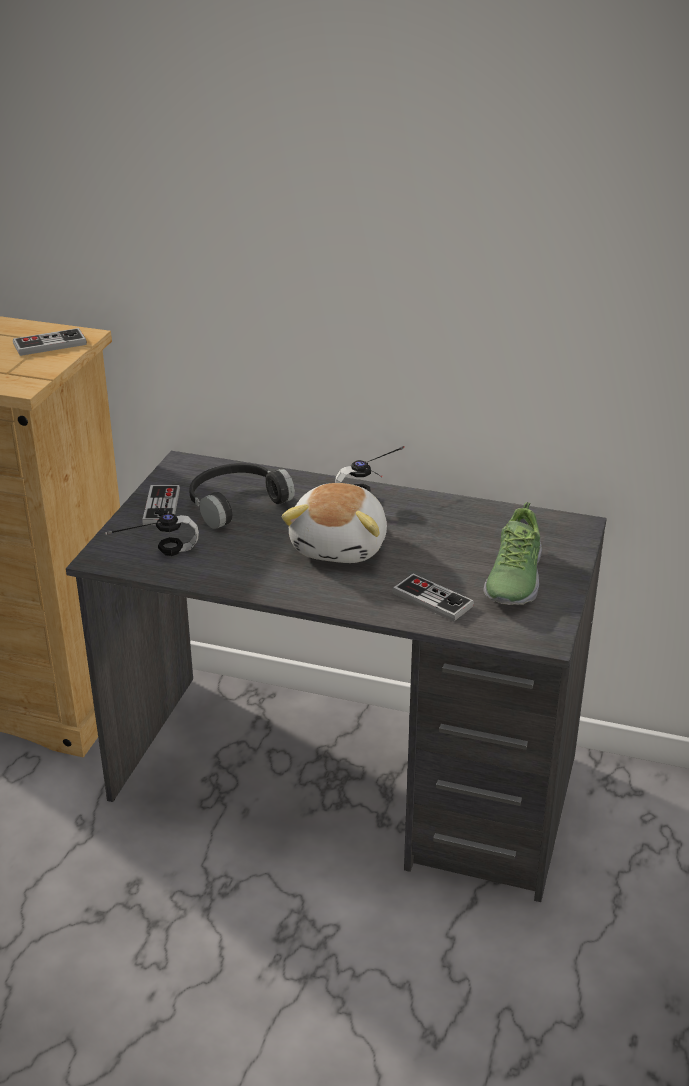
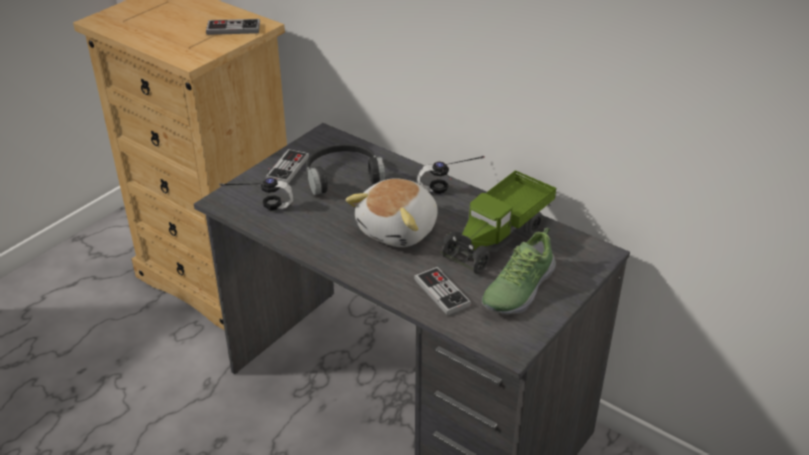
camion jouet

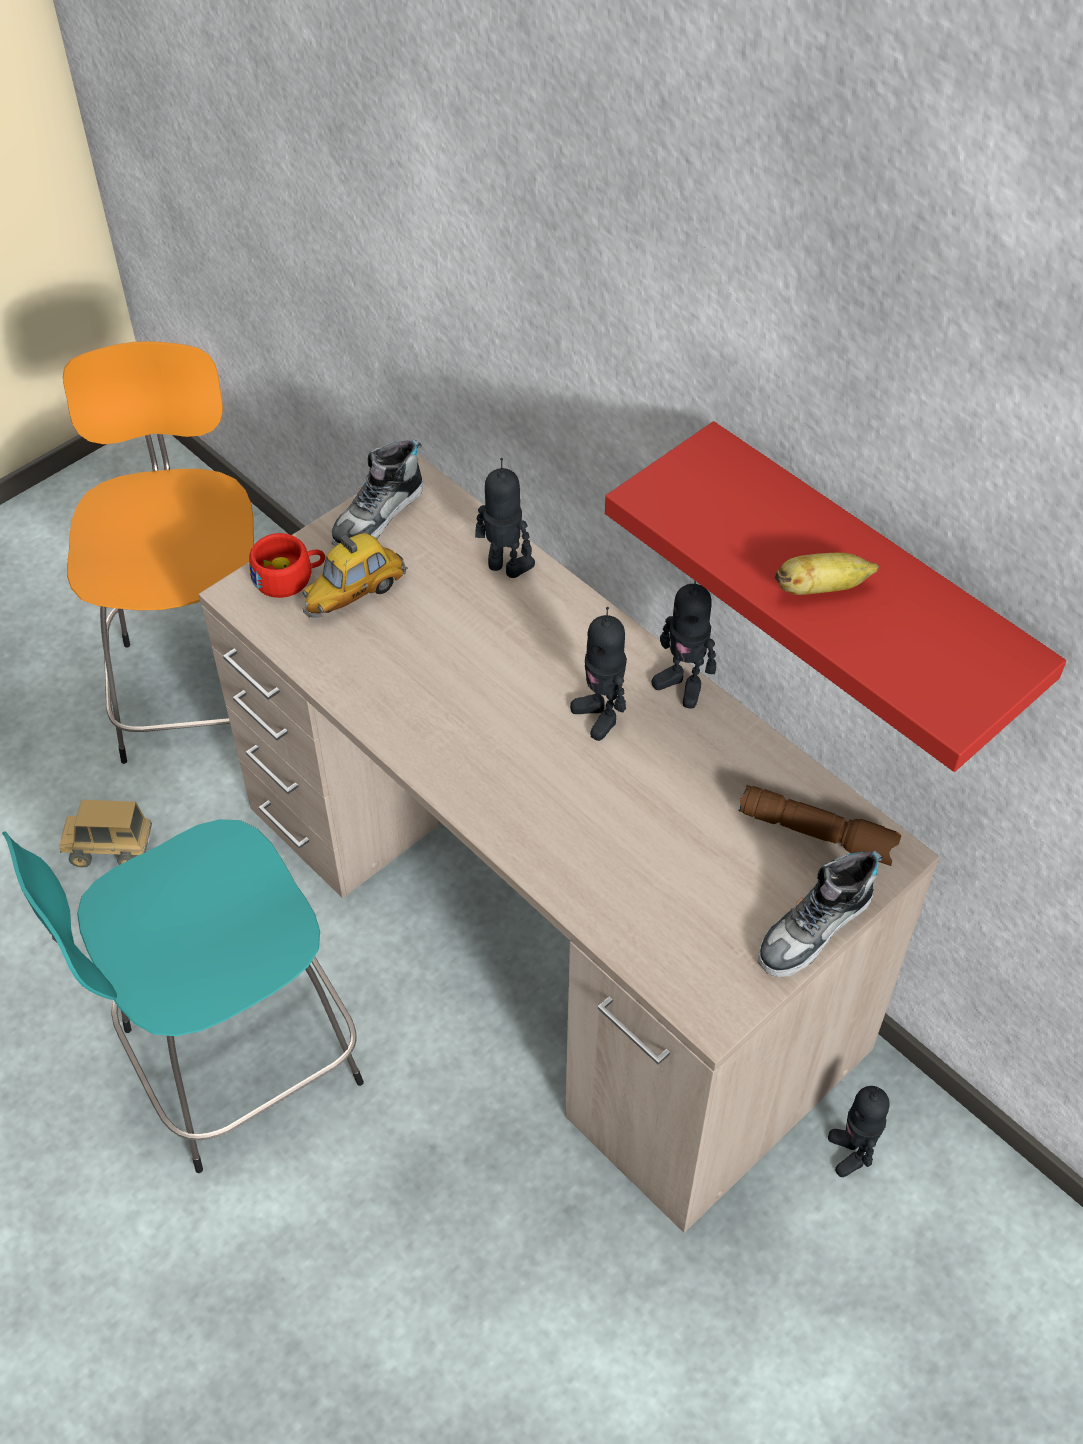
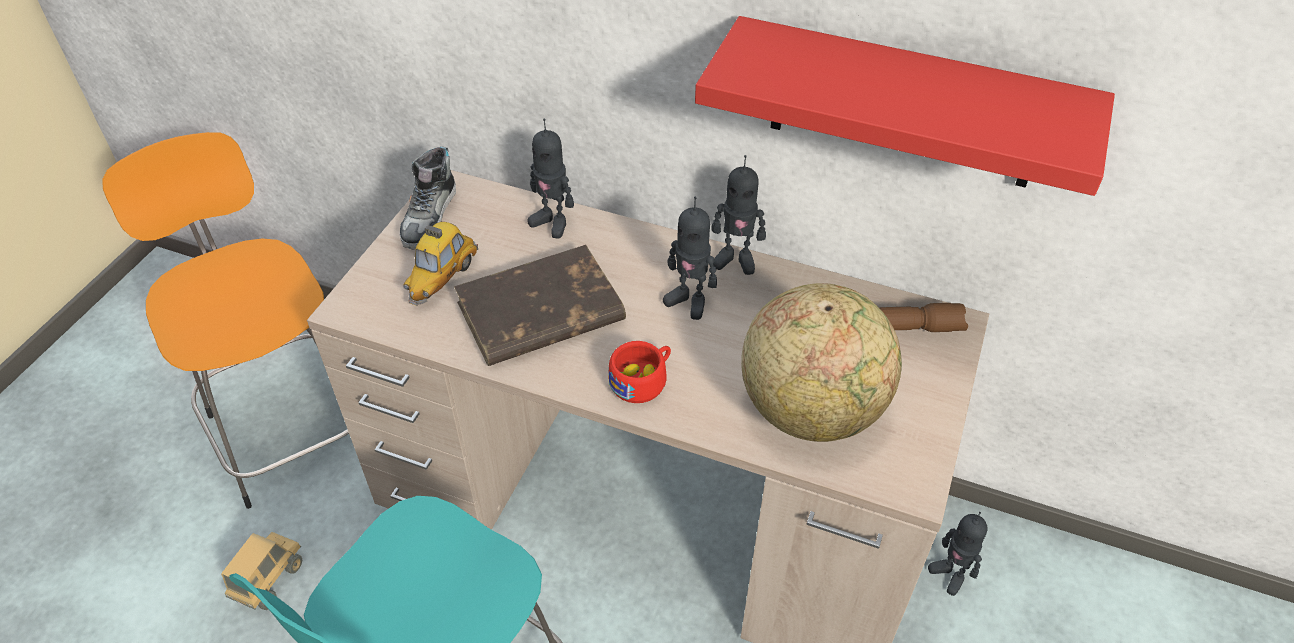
camion jouet
livre [marron]
robot jouet (1st from left)
tasse [rouge]
globe
chaussure (2nd from left in the first image)
banane

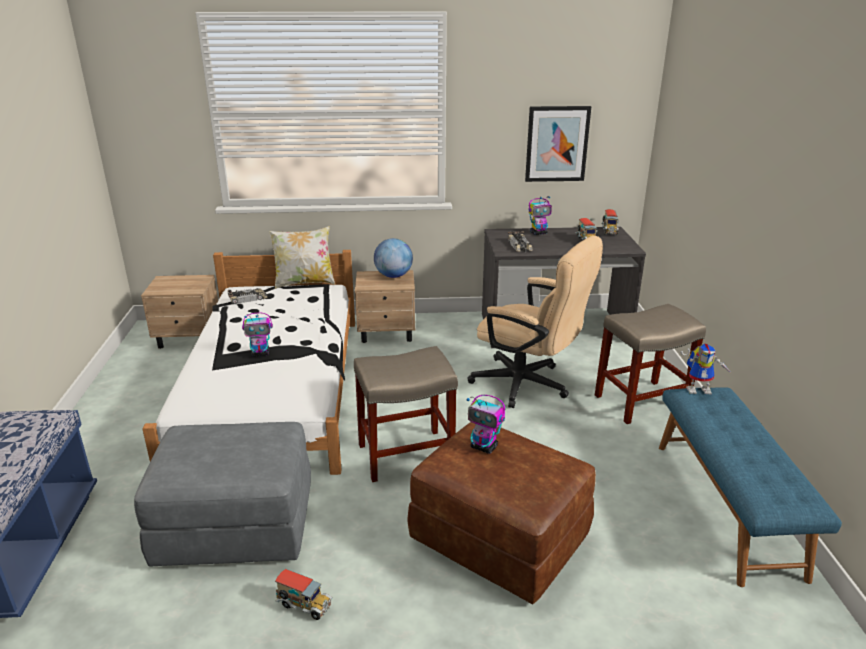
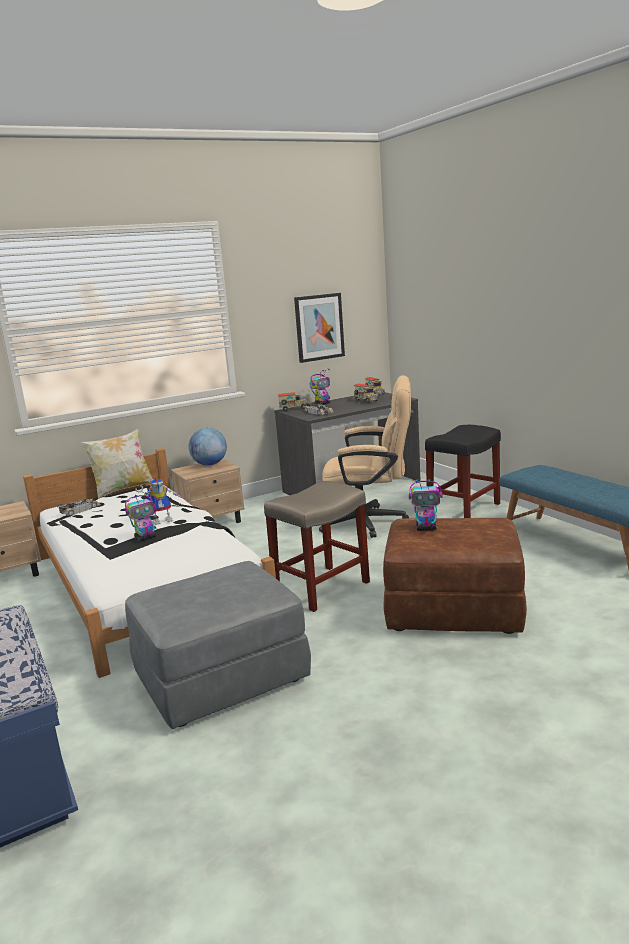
robot jouet (2nd from left)
camion jouet (1st from left)
tabouret [noir]

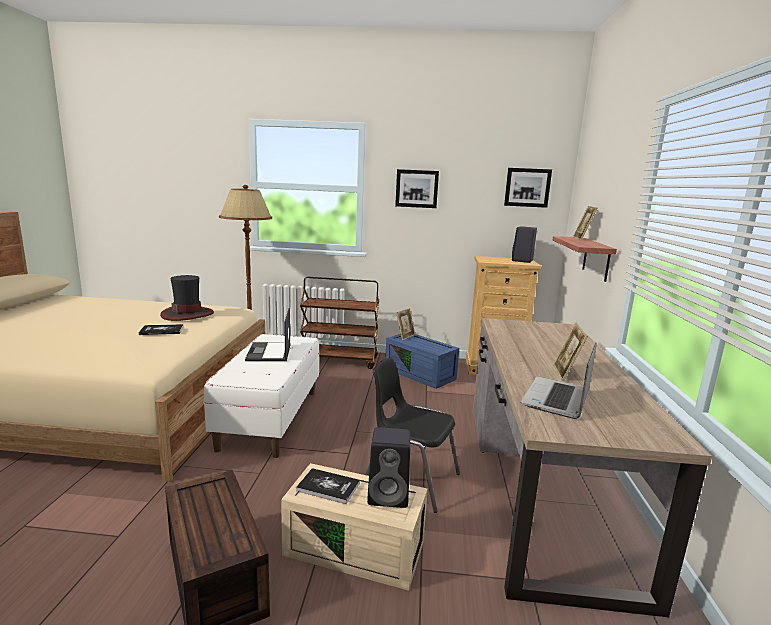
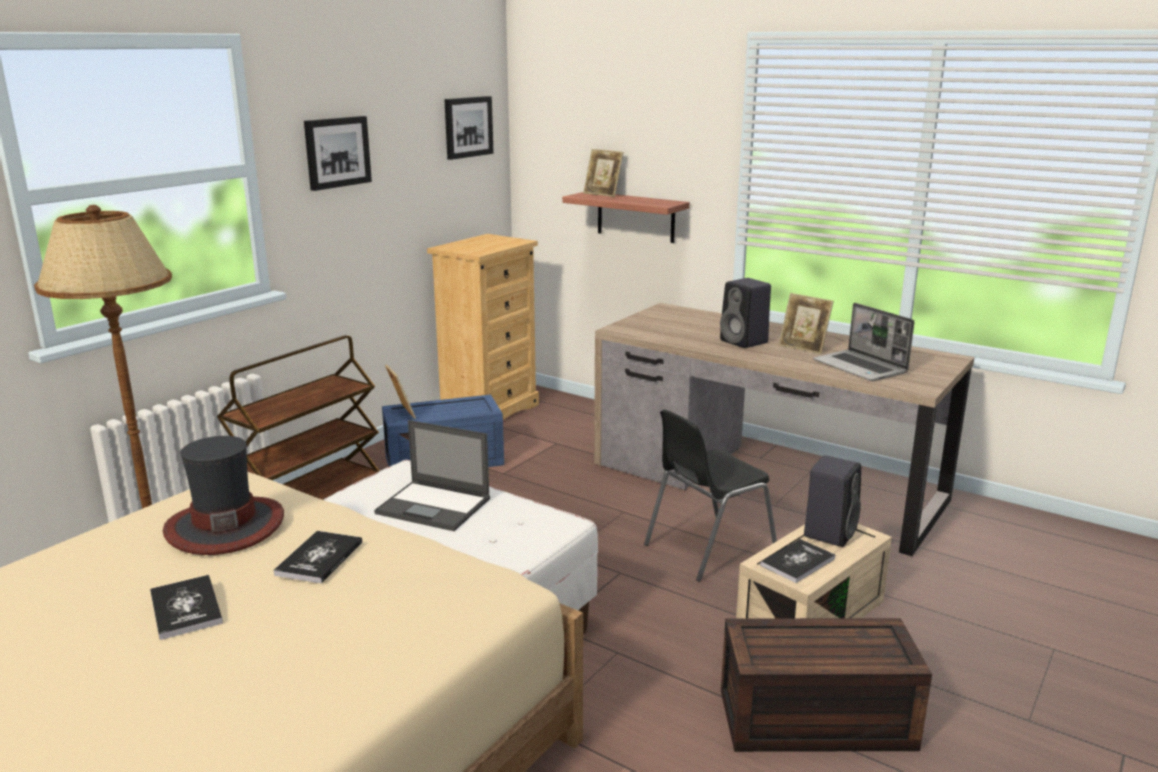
livre (1st from left)
enceinte [noir] (1st from left)

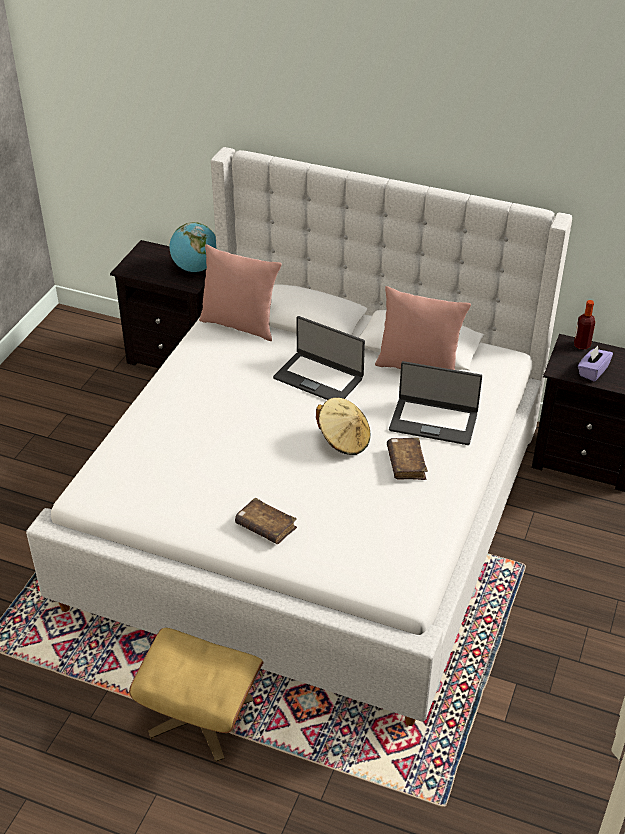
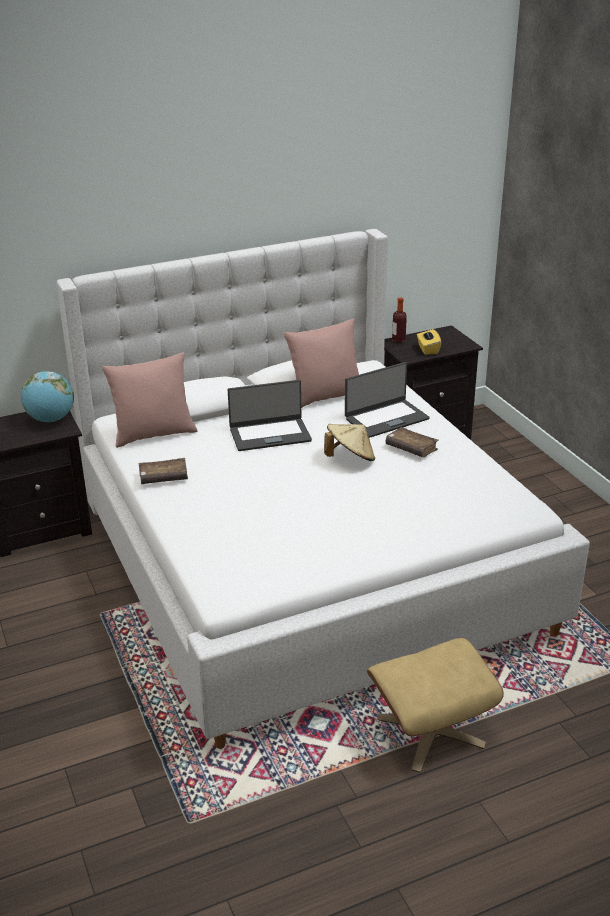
livre [marron] (1st from left)
boîte à mouchoirs [jaune]

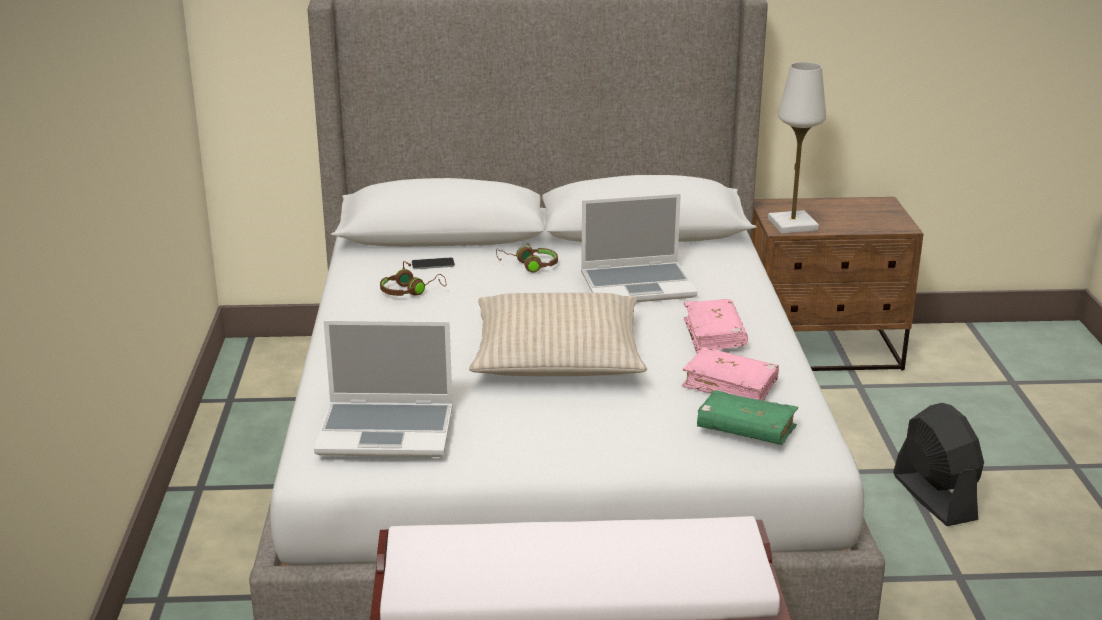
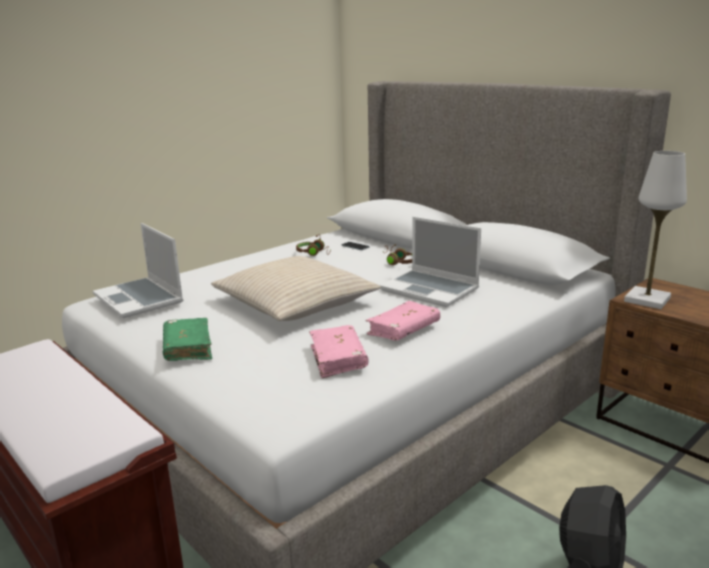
livre [vert]

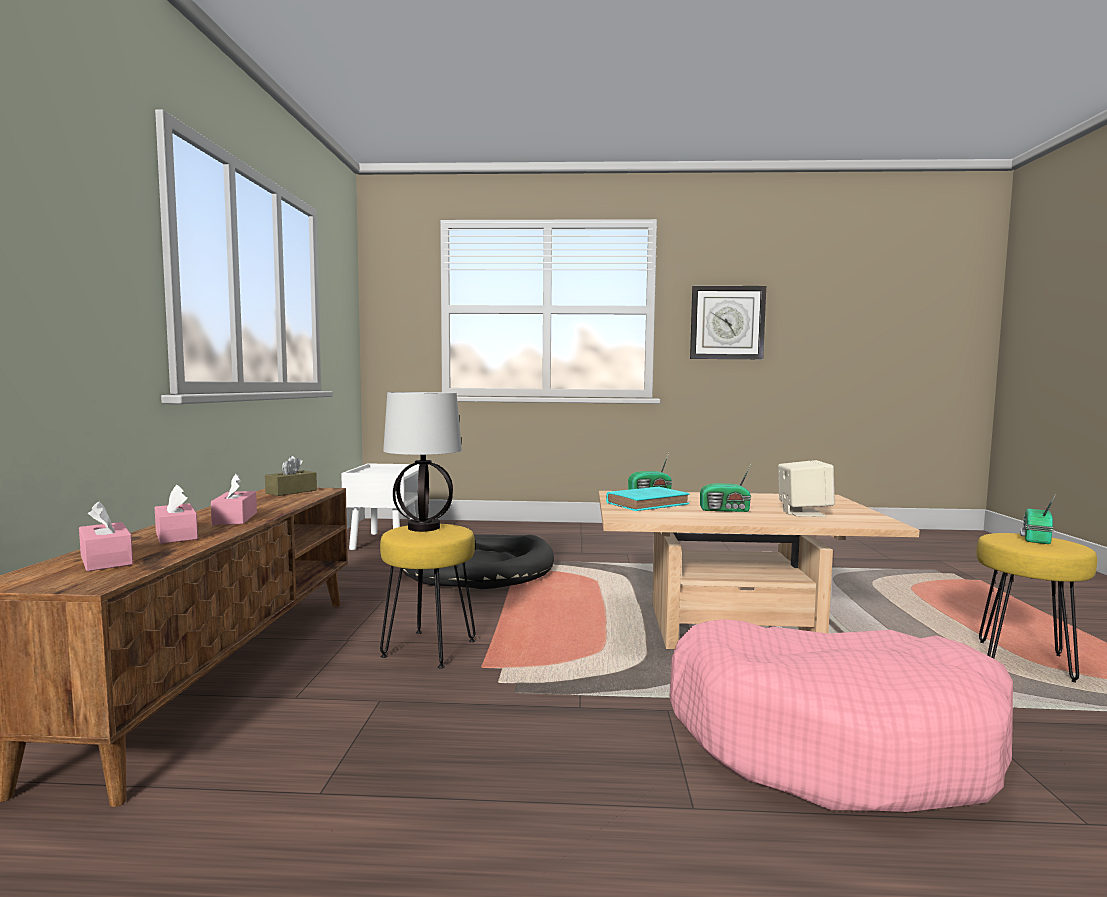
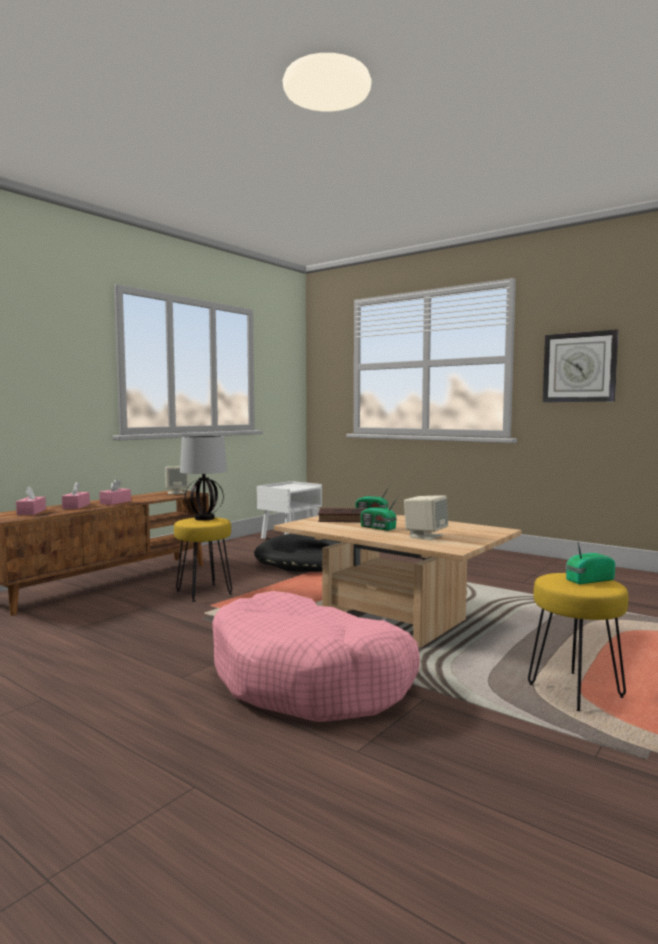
enceinte [beige] (1st from left)
livre [marron]

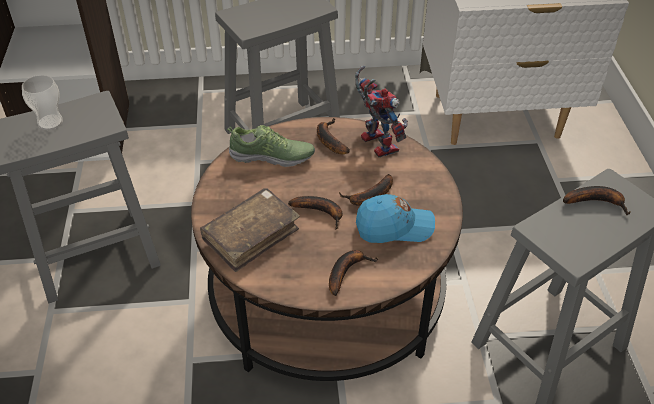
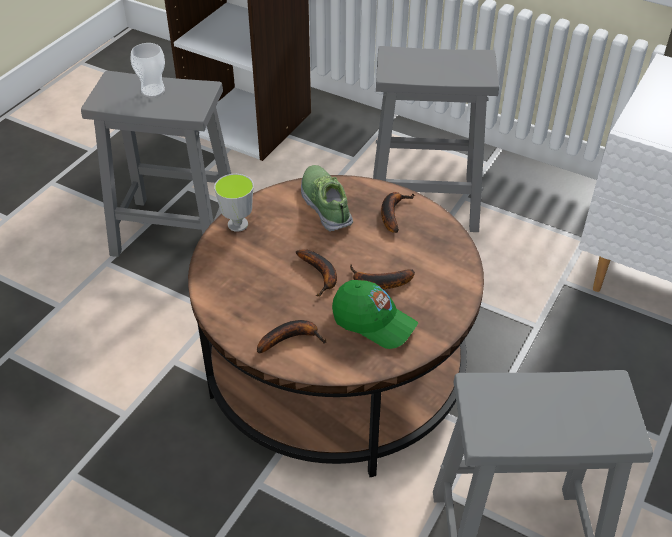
tasse (2nd from left)
chaussure
casquette [vert]
livre [marron]
robot jouet
banane (5th from left in the first image)

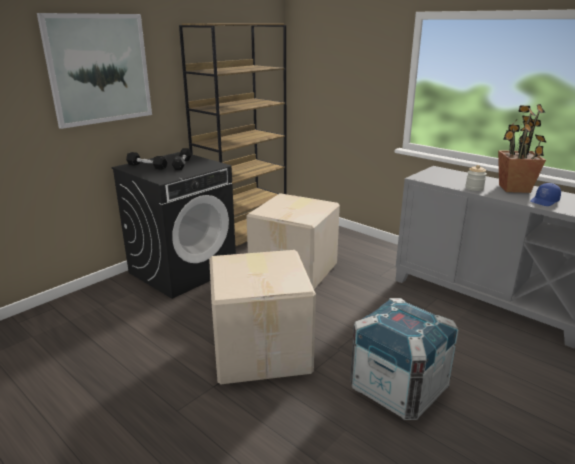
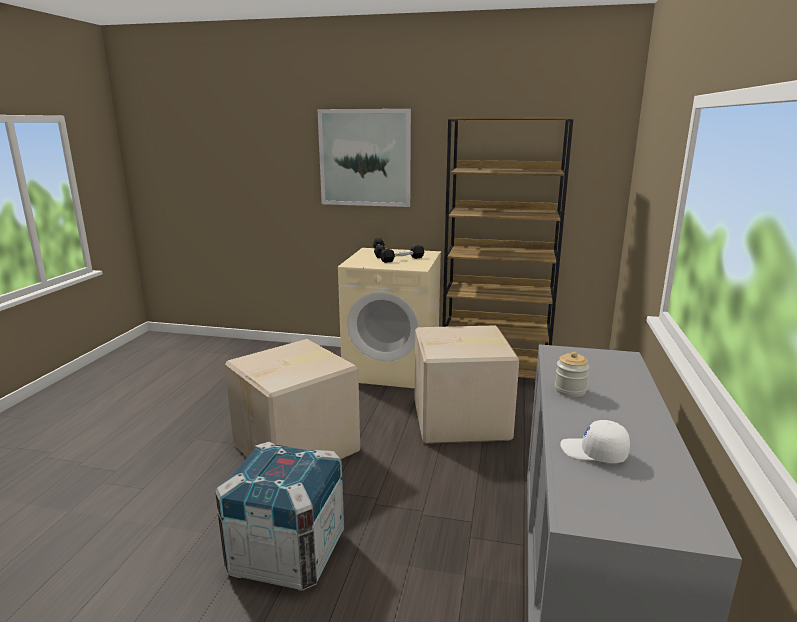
lave-linge [beige]
casquette [blanc]
plante en pot

